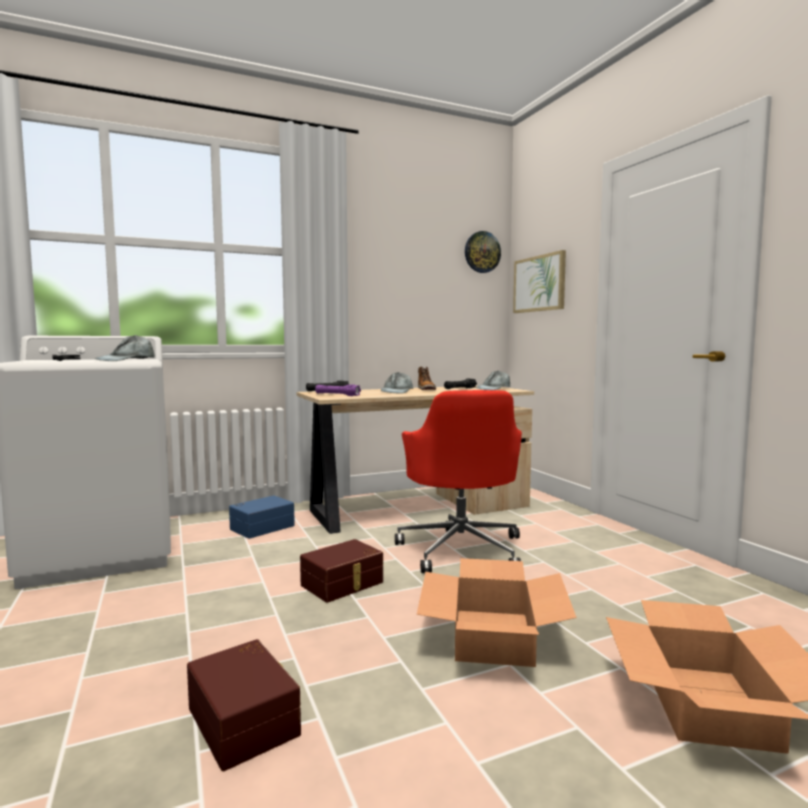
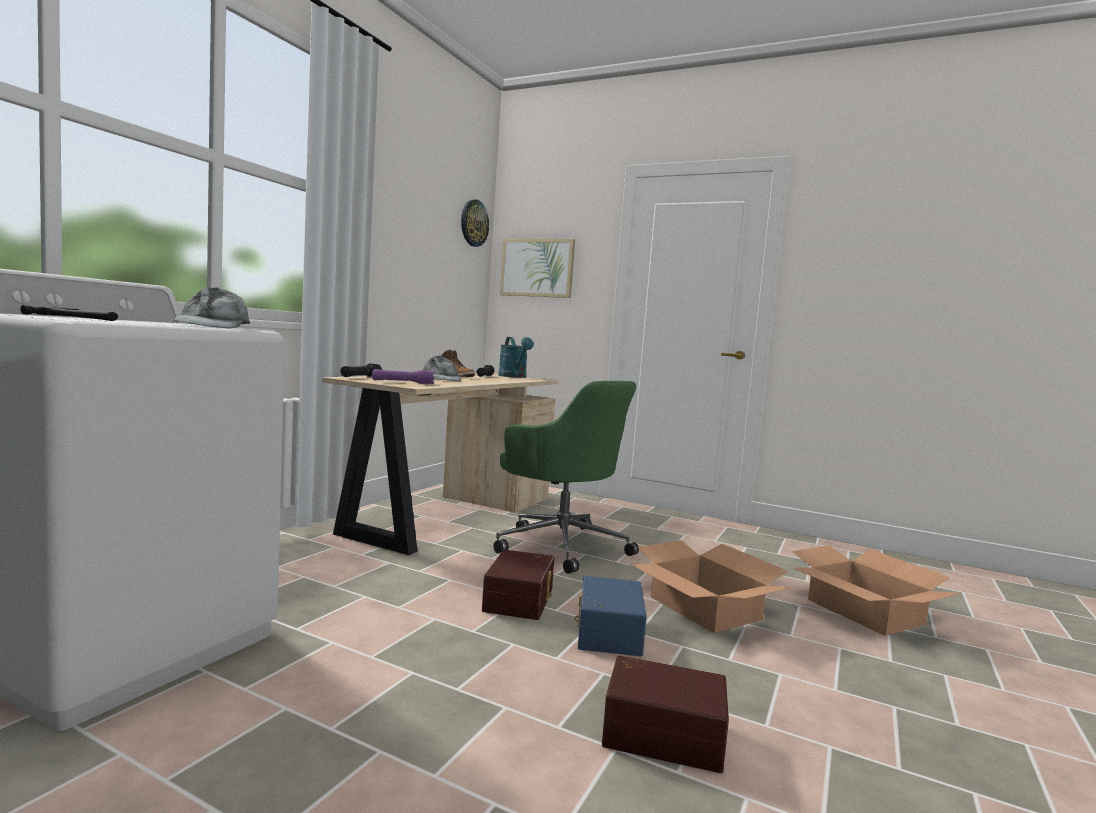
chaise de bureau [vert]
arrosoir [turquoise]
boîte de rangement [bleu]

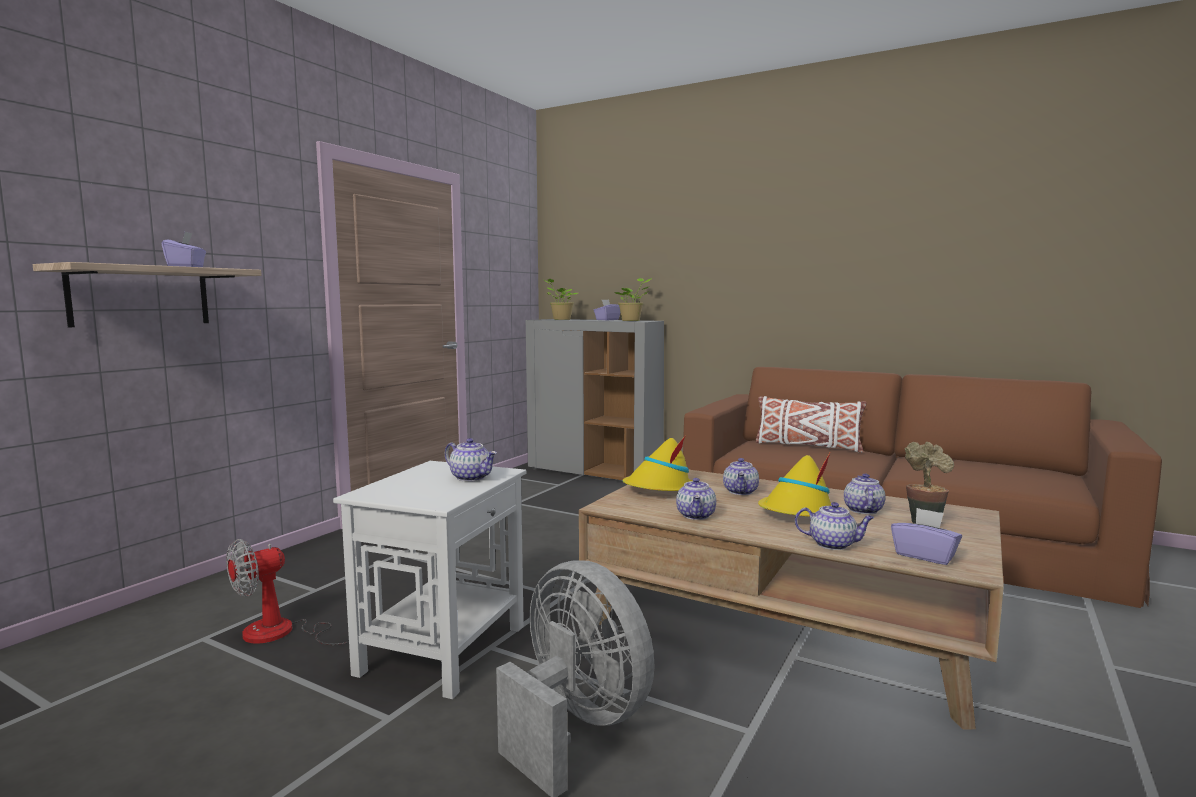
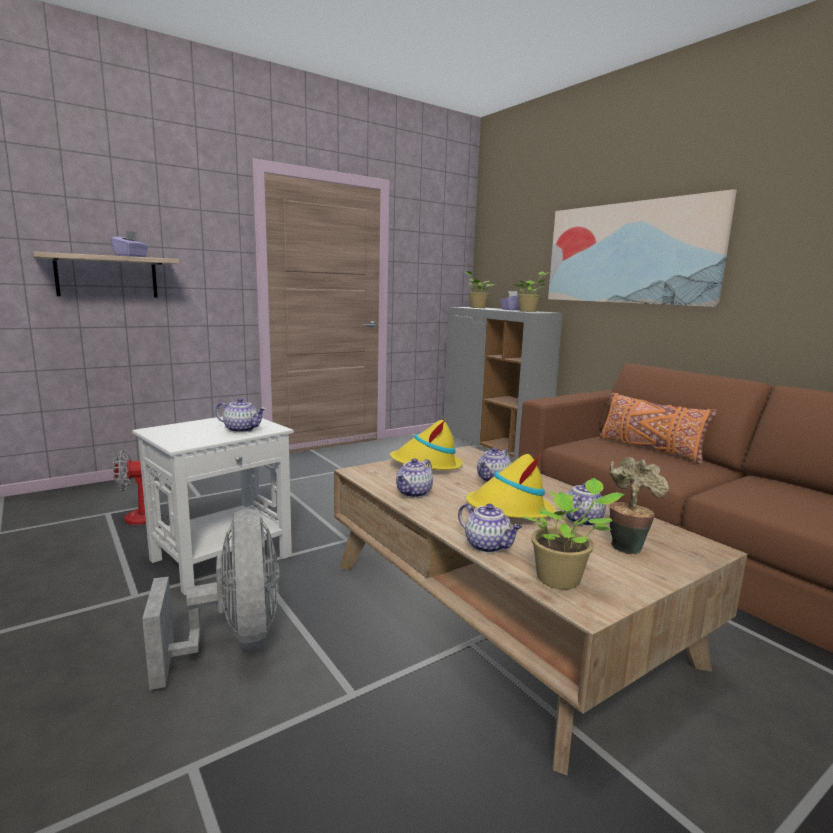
théière (1st from left)
plante en pot (3rd from left)
tableau
coussin [orange]

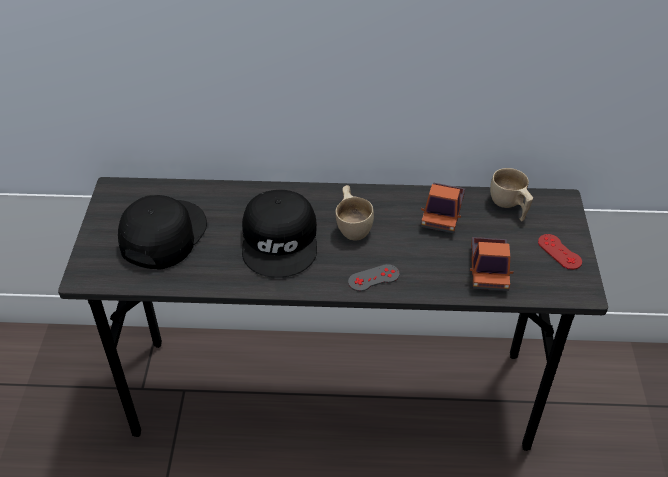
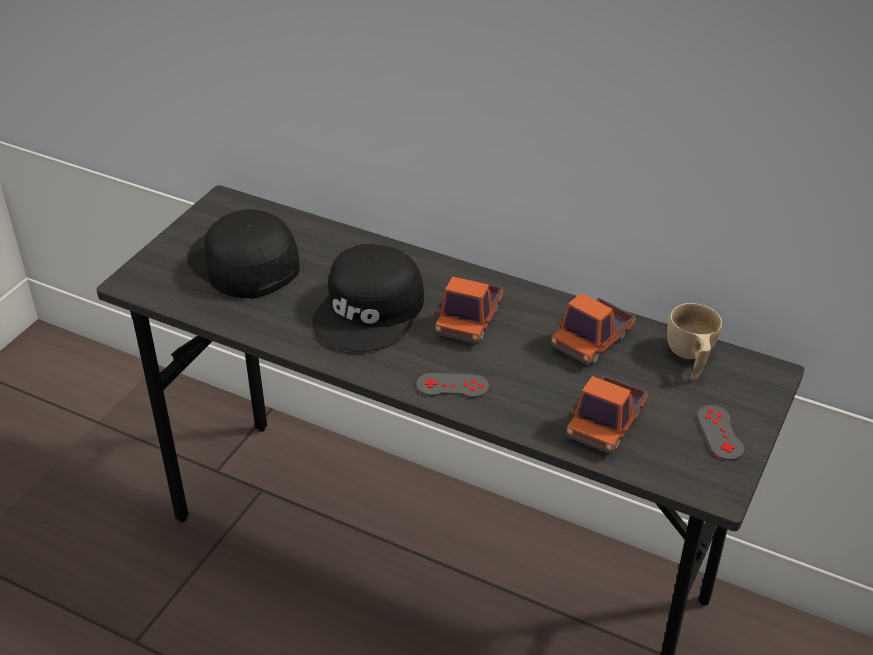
casquette [noir] (1st from left)
camion jouet (1st from left)
manette [gris] (2nd from left)

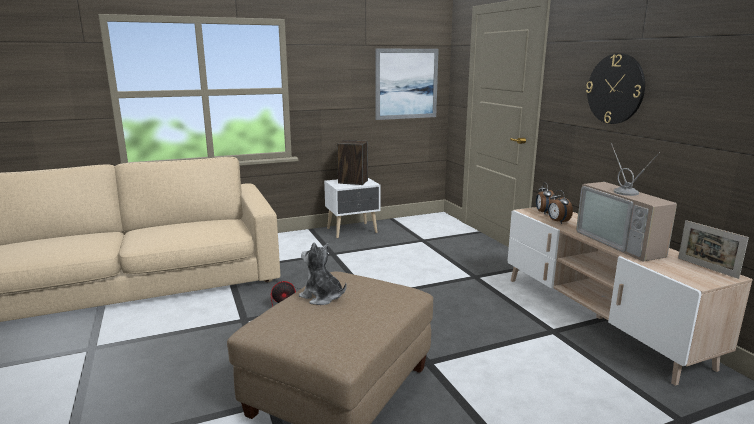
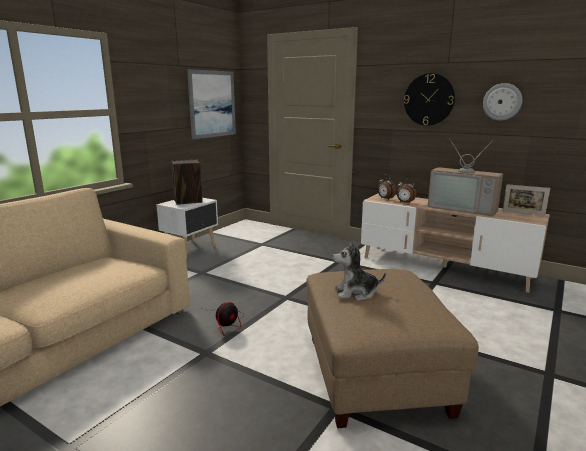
horloge murale (2nd from left)

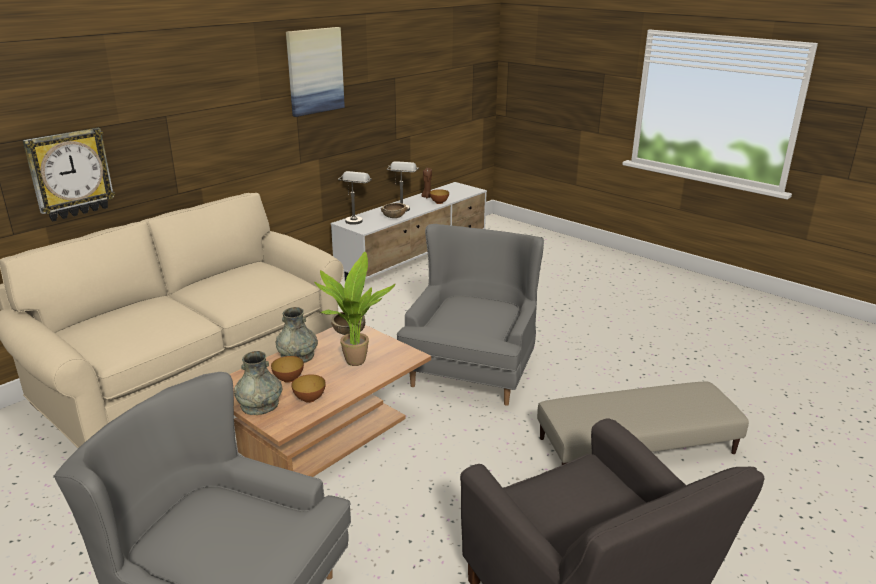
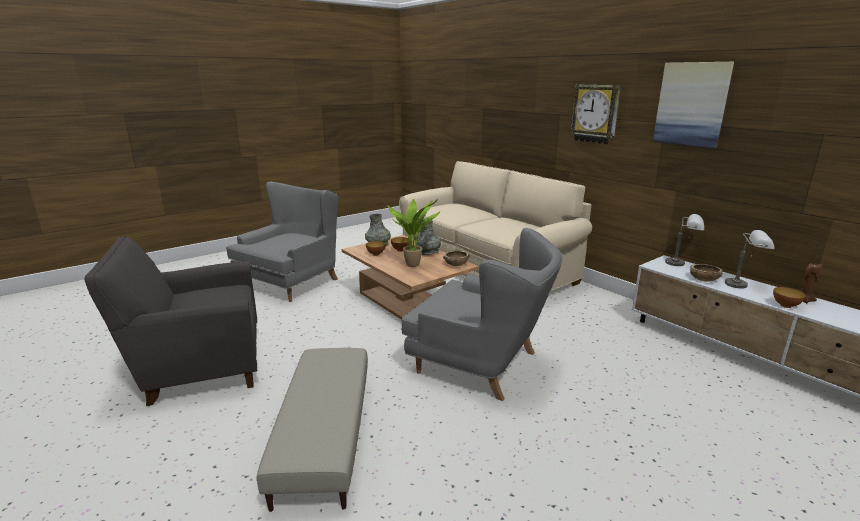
horloge murale

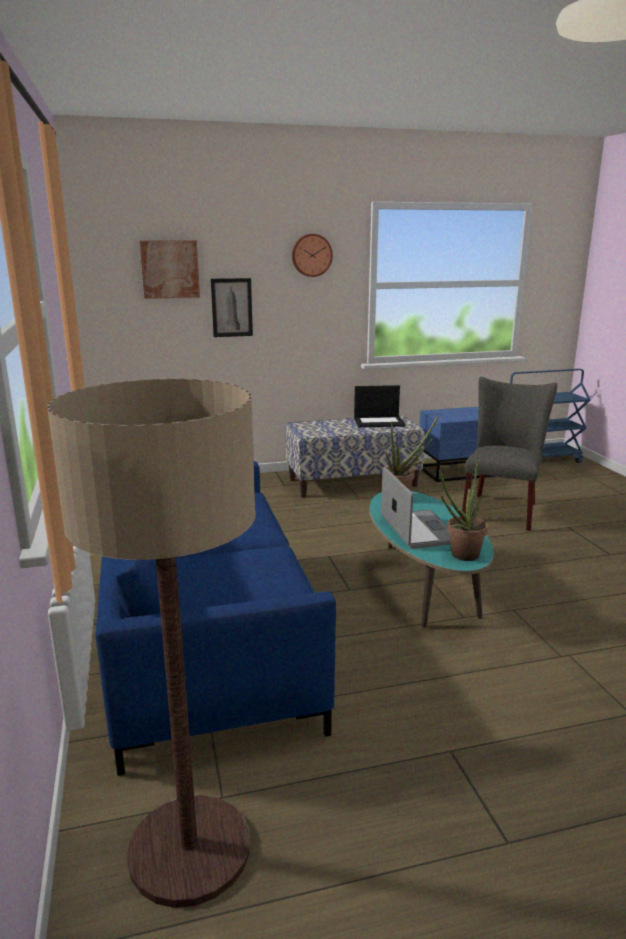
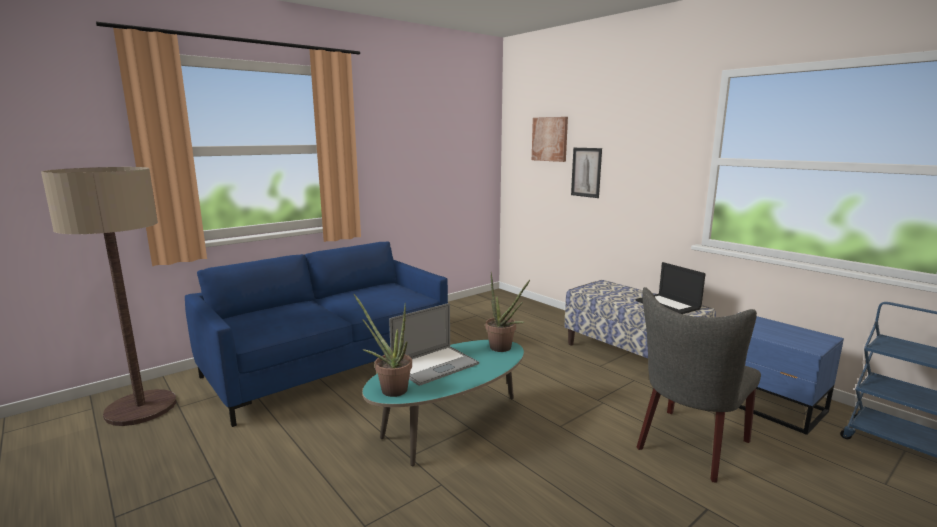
chaise [gris]
horloge murale

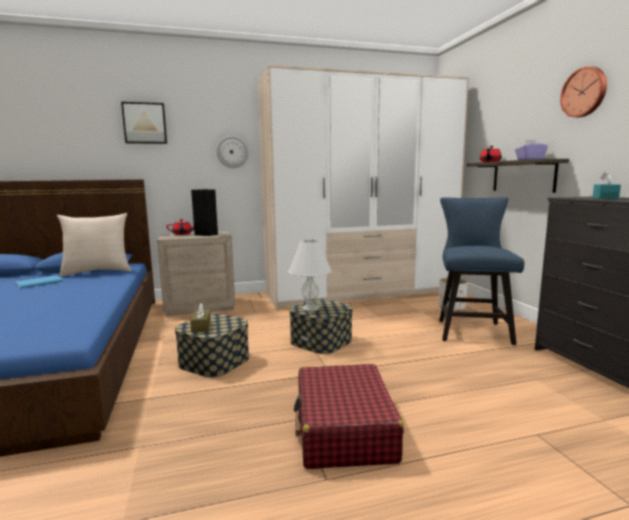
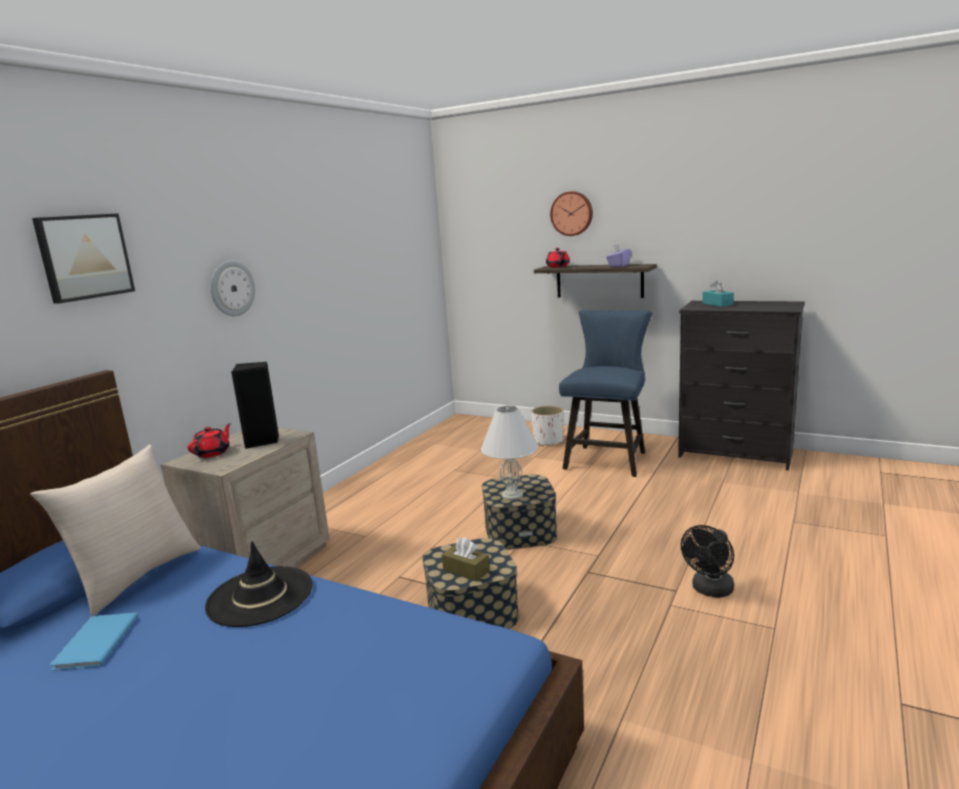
chapeau [noir]
horloge murale (2nd from left)
chaise [bleu]
ventilateur [noir]
armoire

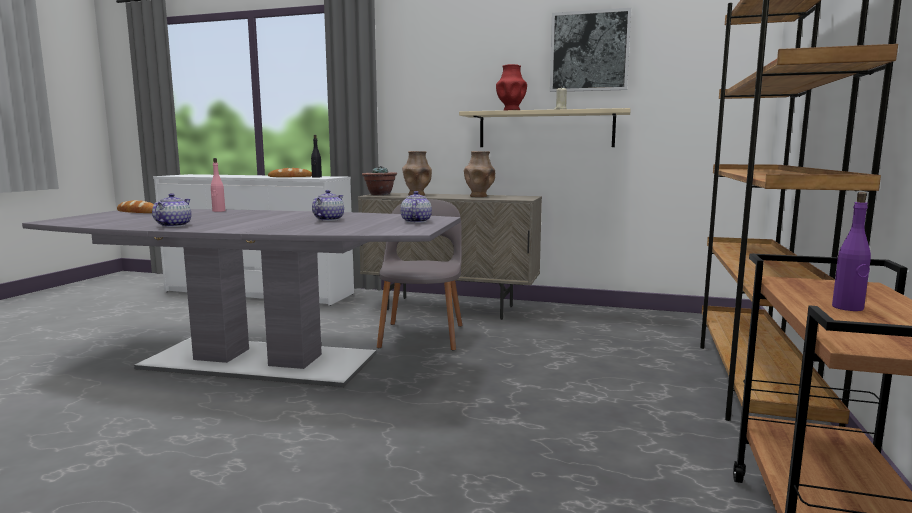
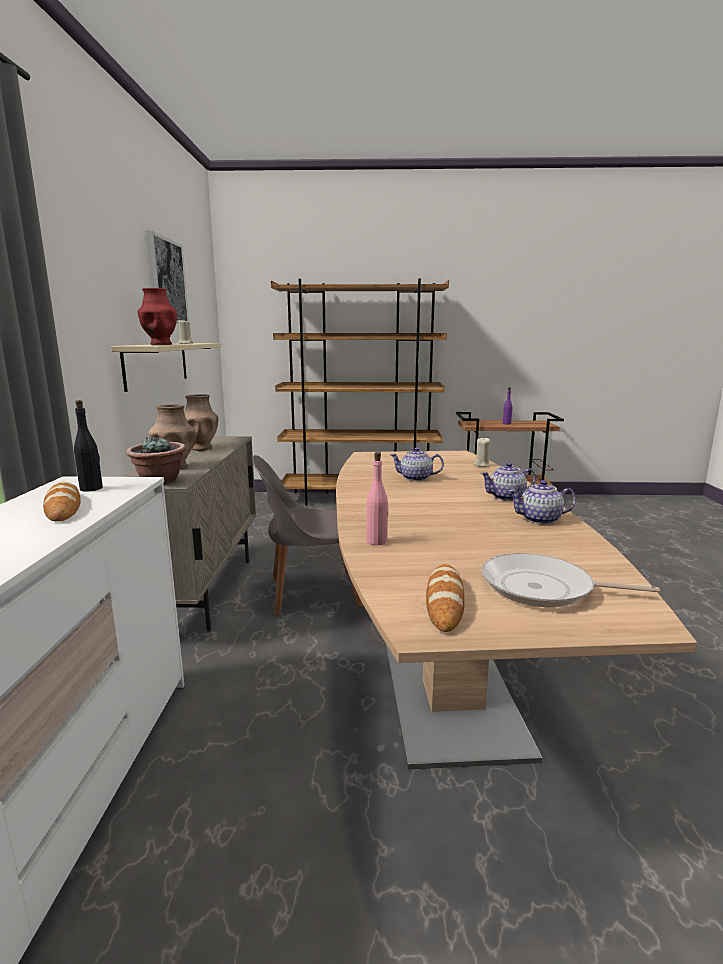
table à manger [marron]
bougie [beige] (2nd from left)
théière (2nd from left)
poêle

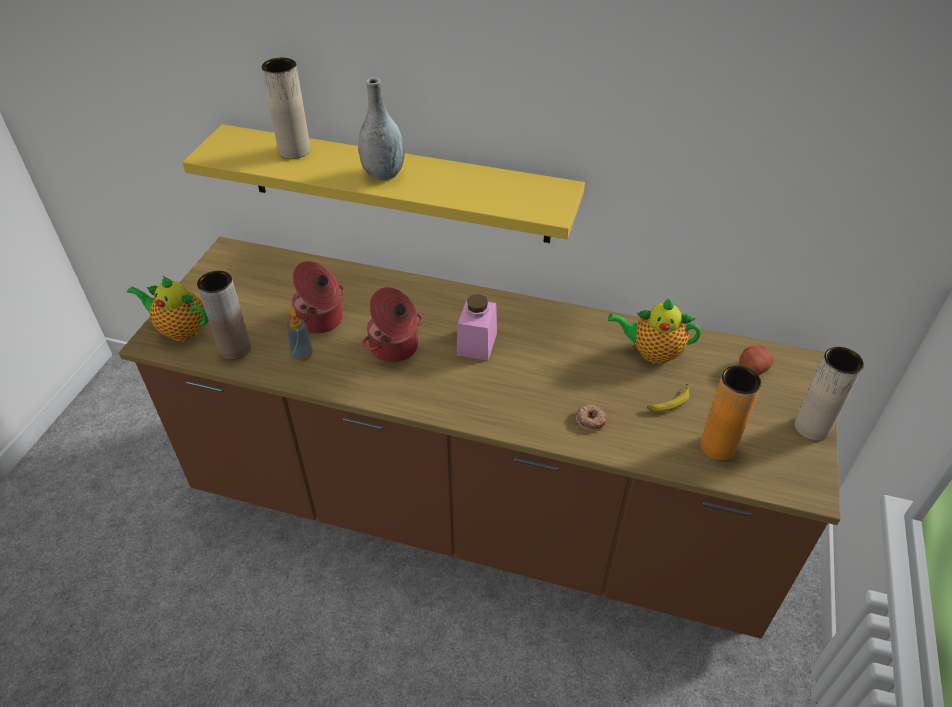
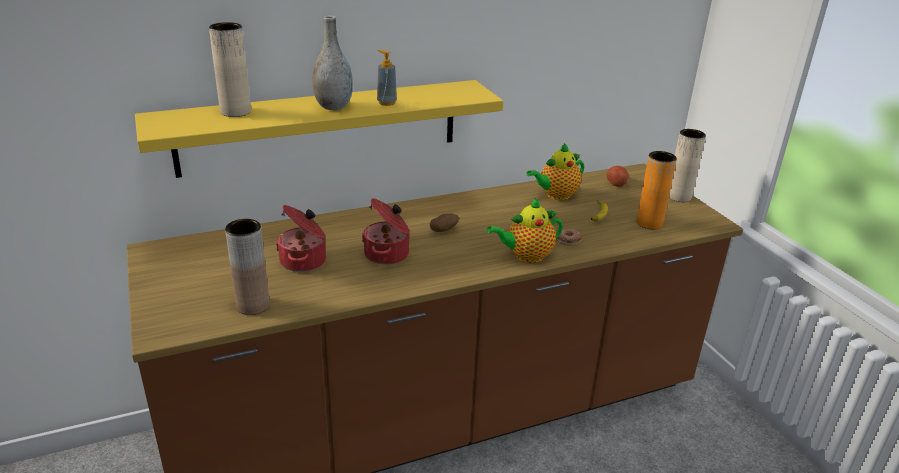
distributeur de savon
pomme de terre (1st from left)
théière (1st from left)

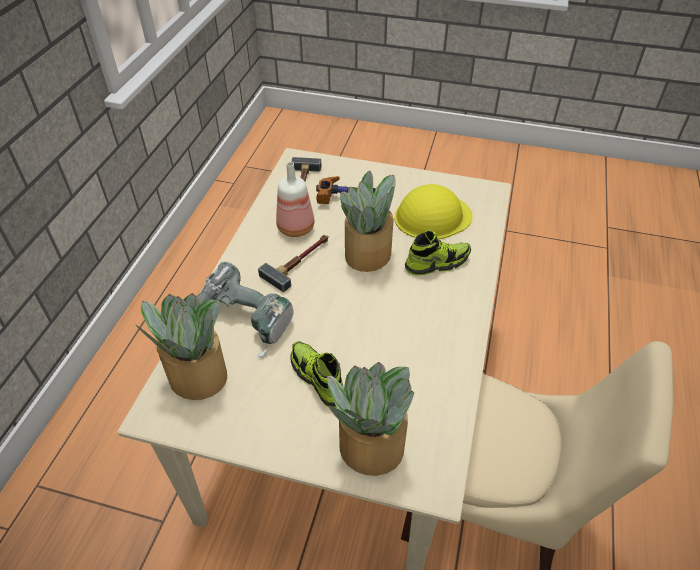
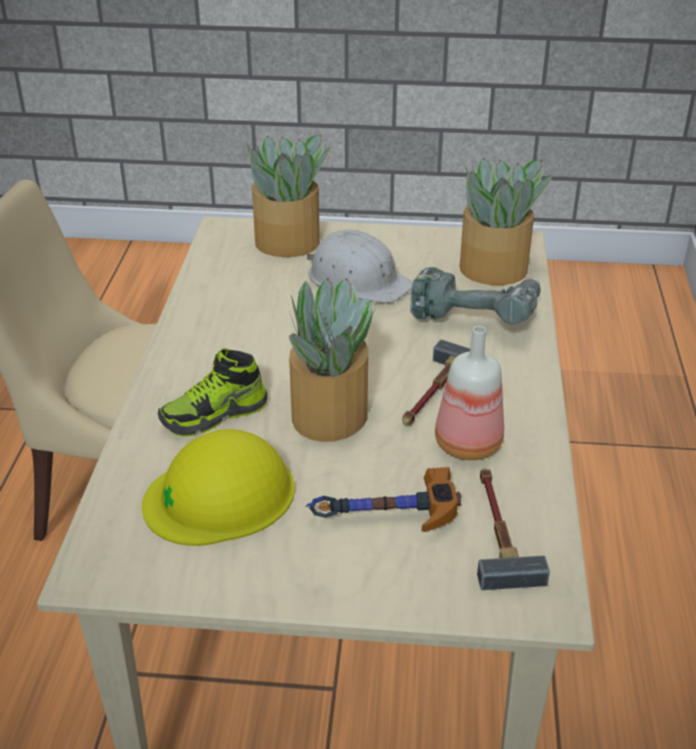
casque de chantier [blanc]

